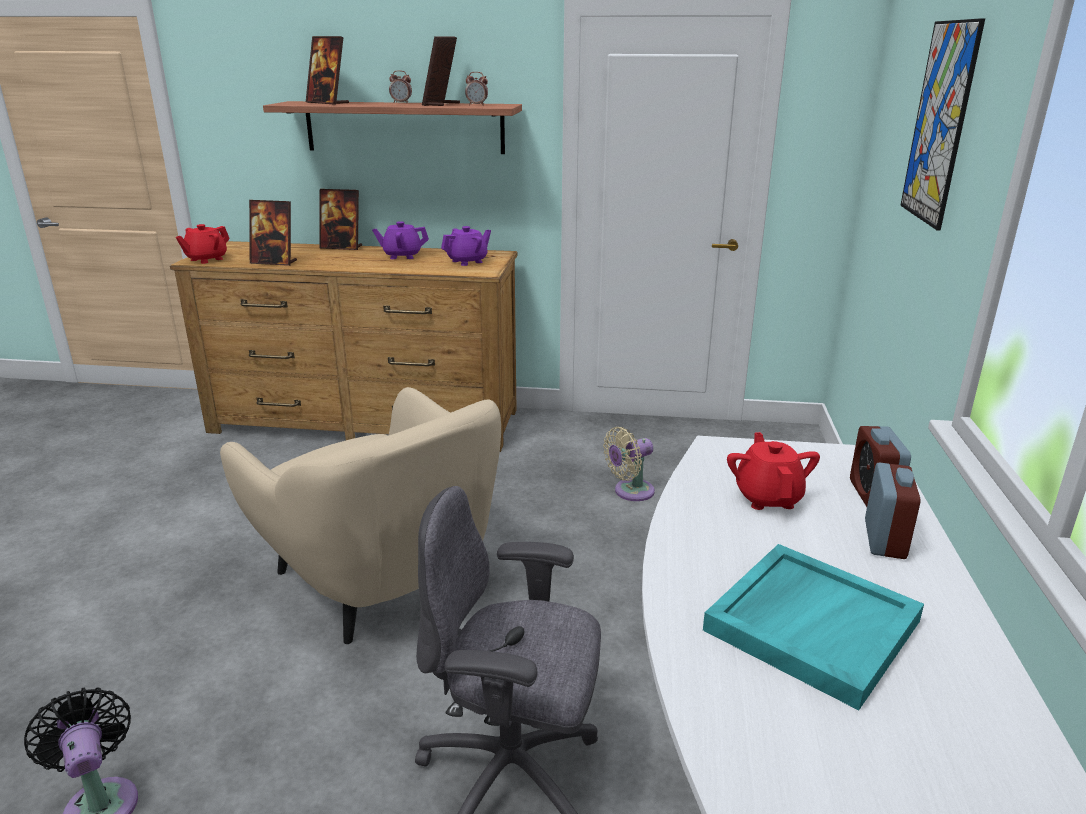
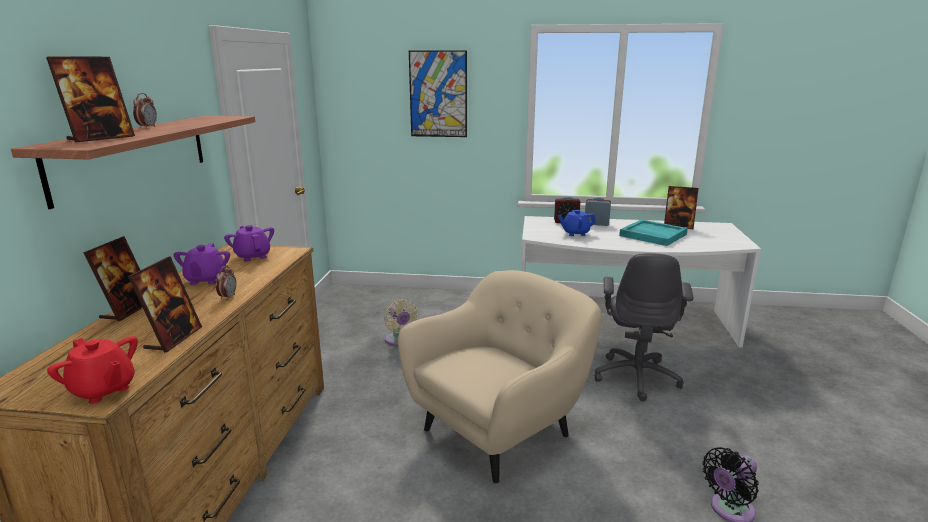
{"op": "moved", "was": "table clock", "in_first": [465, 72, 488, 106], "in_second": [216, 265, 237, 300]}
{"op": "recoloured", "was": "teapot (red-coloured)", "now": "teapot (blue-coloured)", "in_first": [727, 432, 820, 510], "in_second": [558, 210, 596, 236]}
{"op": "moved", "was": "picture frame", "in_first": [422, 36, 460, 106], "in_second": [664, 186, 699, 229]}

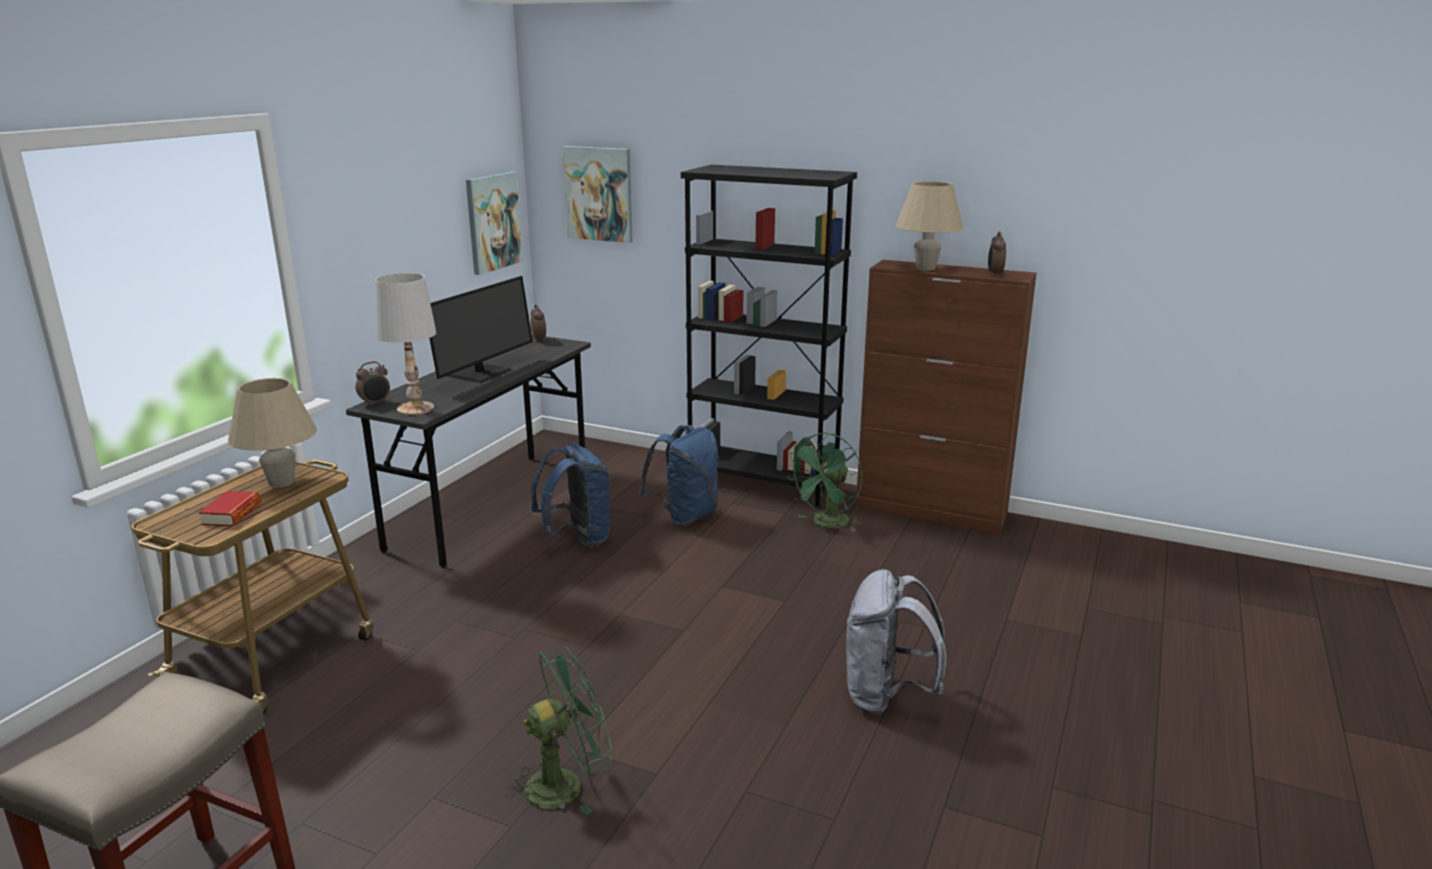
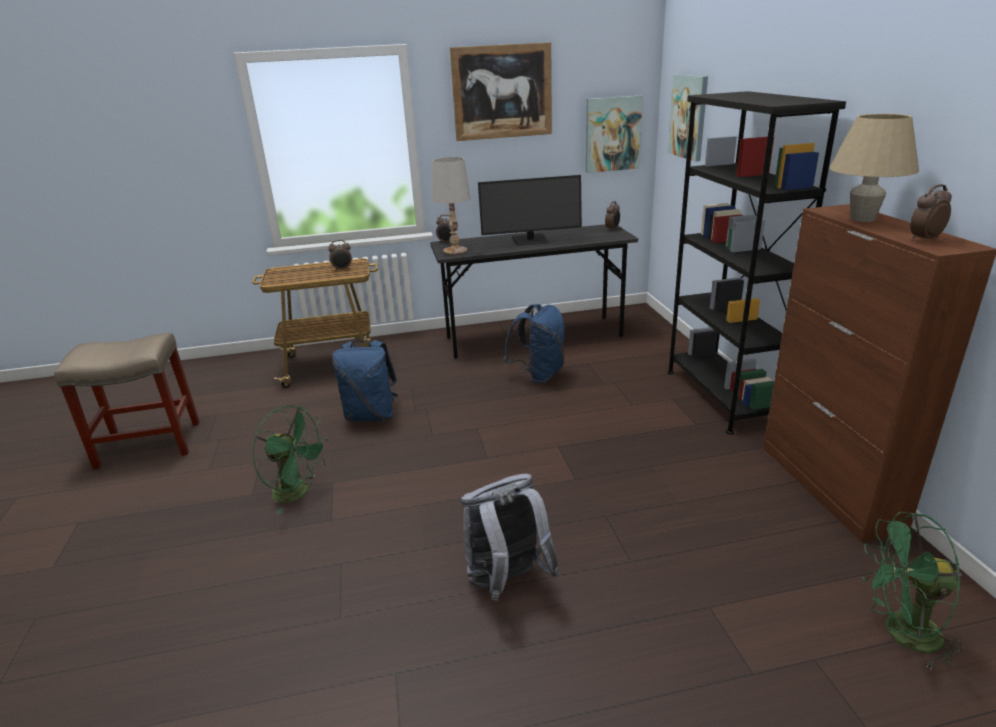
{"op": "replaced", "was": "lamp for a table (sand-coloured)", "now": "table clock", "in_first": [228, 378, 317, 488], "in_second": [329, 240, 352, 271]}
{"op": "moved", "was": "backpack (blue-coloured)", "in_first": [639, 425, 719, 527], "in_second": [332, 340, 398, 421]}
{"op": "added", "now": "wall art", "in_second": [450, 42, 552, 141]}
{"op": "moved", "was": "cooling fan (green-coloured)", "in_first": [786, 433, 862, 532], "in_second": [862, 512, 965, 671]}
{"op": "removed", "was": "volume", "in_first": [198, 491, 261, 527]}

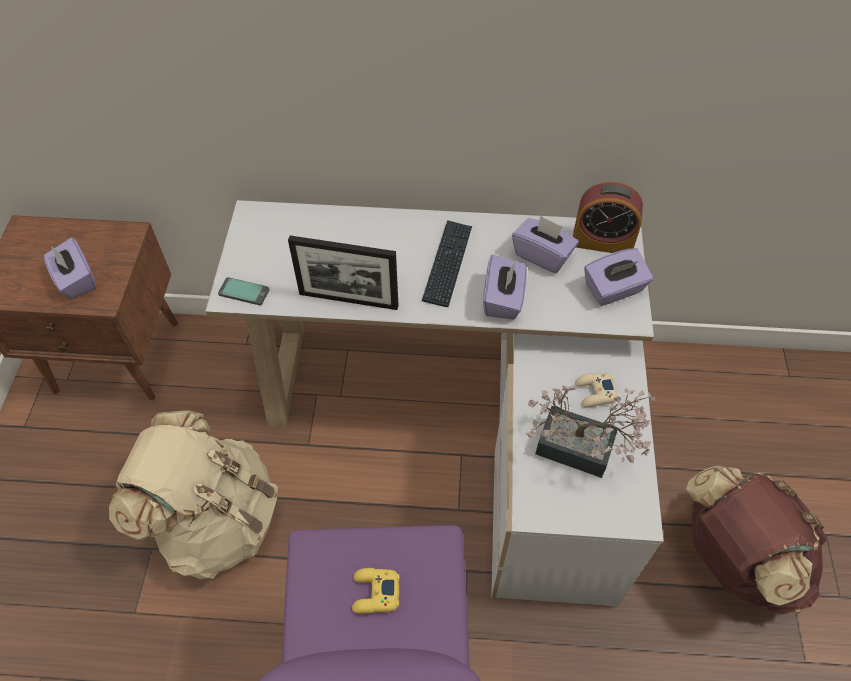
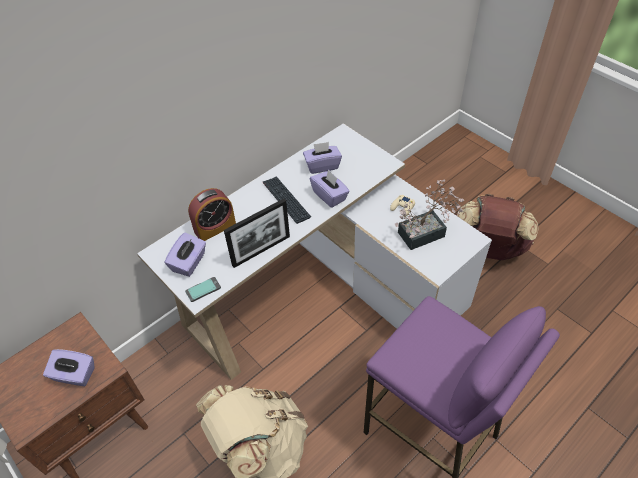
{"op": "moved", "was": "box of tissues (purple-coloured)", "in_first": [584, 248, 653, 306], "in_second": [165, 232, 206, 277]}
{"op": "moved", "was": "table clock", "in_first": [573, 182, 643, 253], "in_second": [188, 188, 236, 241]}
{"op": "removed", "was": "joypad (yellowish)", "in_first": [352, 568, 399, 614]}

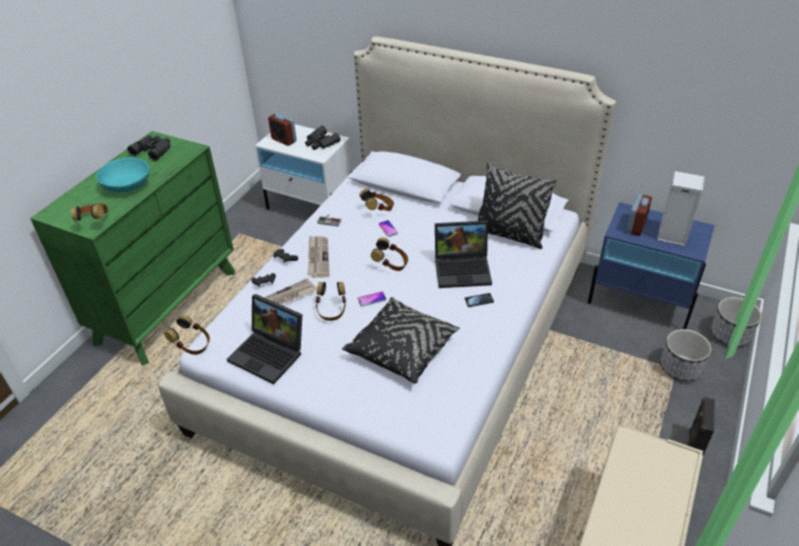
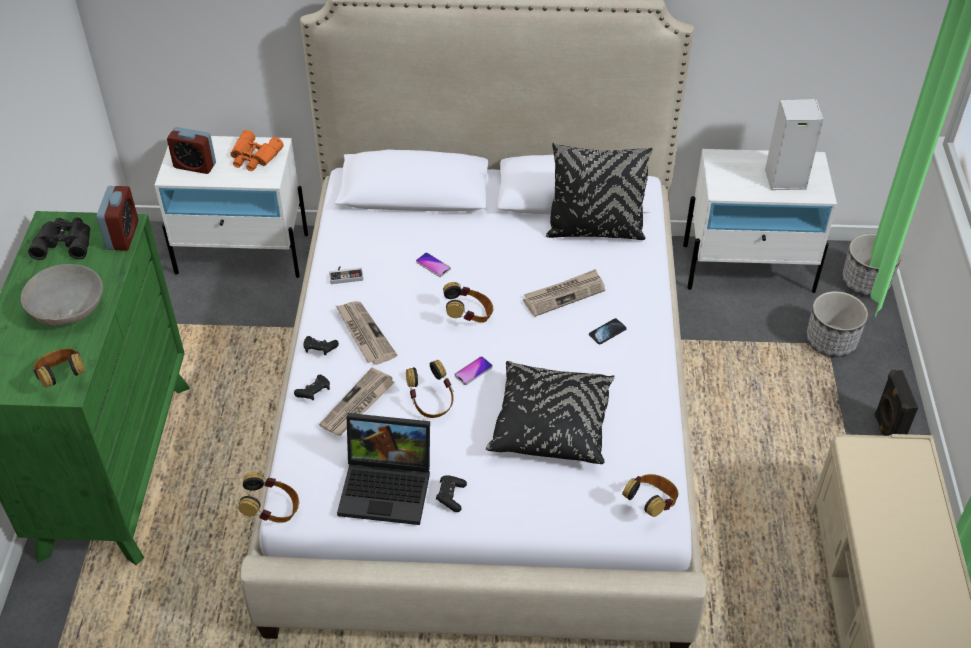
{"op": "recoloured", "was": "bowl (blue-green)", "now": "bowl (grey)", "in_first": [96, 157, 150, 192], "in_second": [21, 264, 103, 326]}
{"op": "moved", "was": "table clock", "in_first": [626, 194, 652, 236], "in_second": [97, 186, 138, 251]}
{"op": "recoloured", "was": "field glasses (black-coloured)", "now": "field glasses (orangey)", "in_first": [305, 126, 341, 150], "in_second": [230, 130, 284, 171]}
{"op": "added", "now": "joypad (black-coloured)", "in_second": [436, 475, 467, 512]}
{"op": "replaced", "was": "notebook computer", "now": "printed paper", "in_first": [435, 221, 492, 288], "in_second": [523, 269, 605, 317]}
{"op": "moved", "was": "headphones", "in_first": [360, 189, 394, 211], "in_second": [622, 474, 679, 517]}
{"op": "recoloured", "was": "night table (blue-coloured)", "now": "night table (whitish)", "in_first": [588, 202, 715, 329], "in_second": [683, 149, 837, 293]}

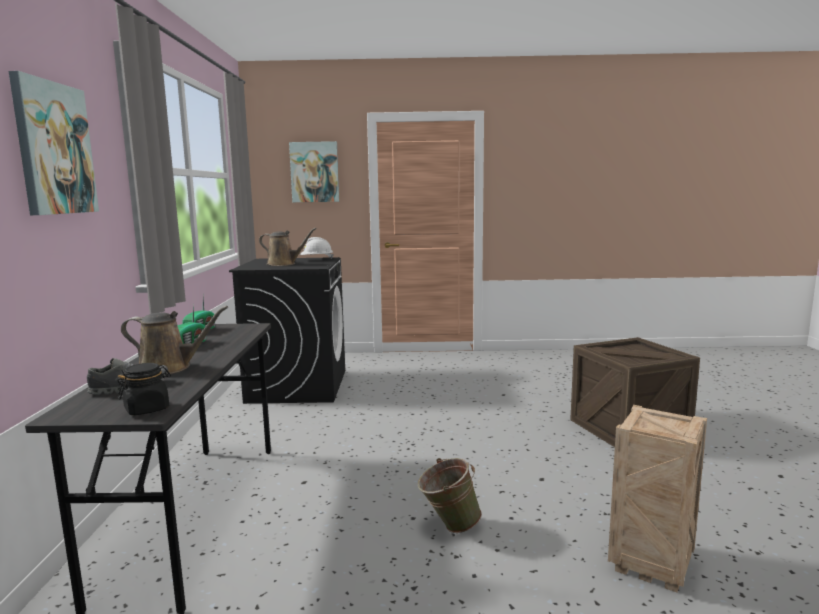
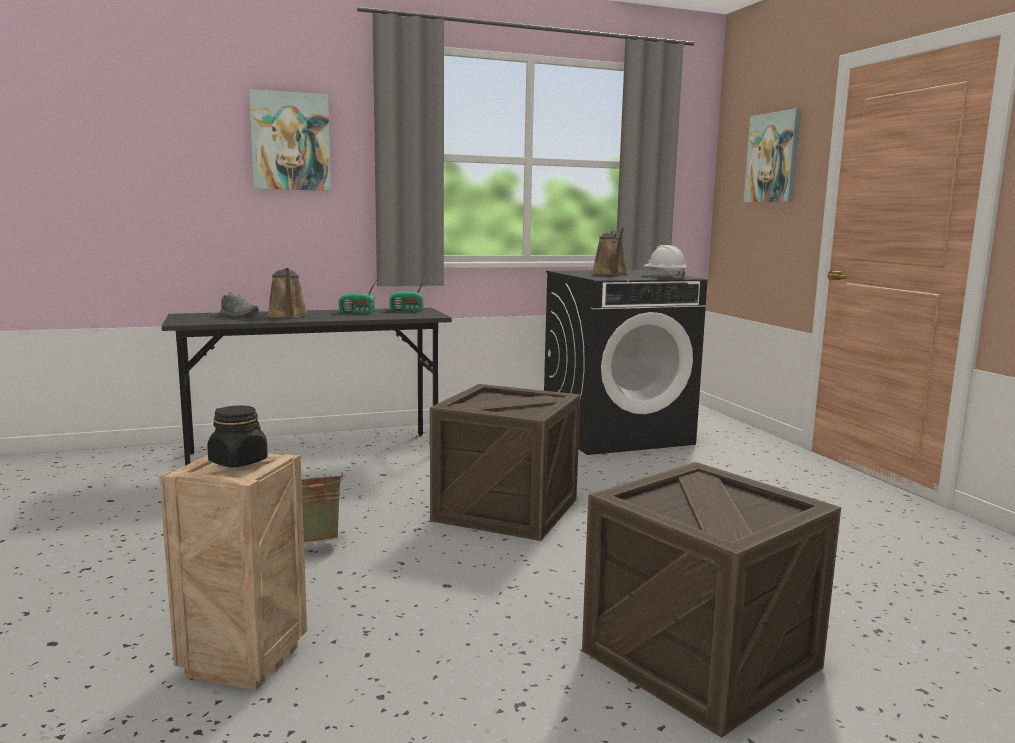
{"op": "moved", "was": "jar (black-coloured)", "in_first": [118, 363, 171, 415], "in_second": [207, 406, 268, 467]}
{"op": "added", "now": "crate", "in_second": [430, 384, 580, 541]}

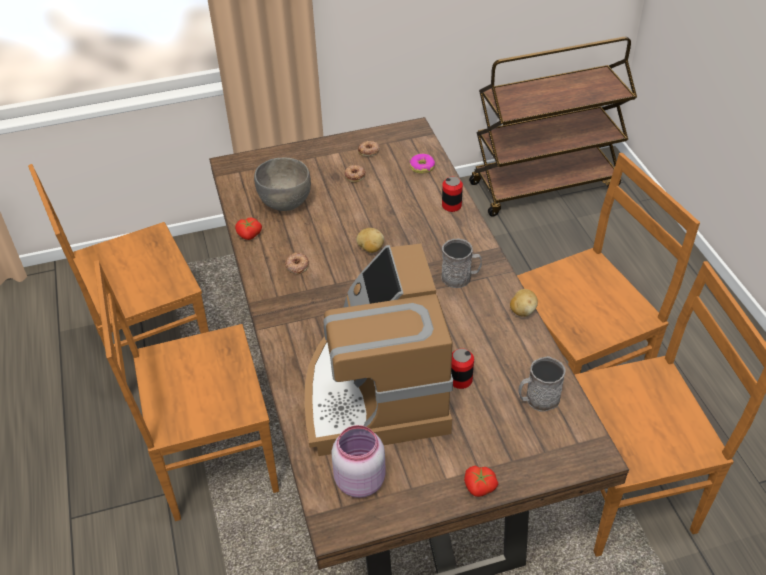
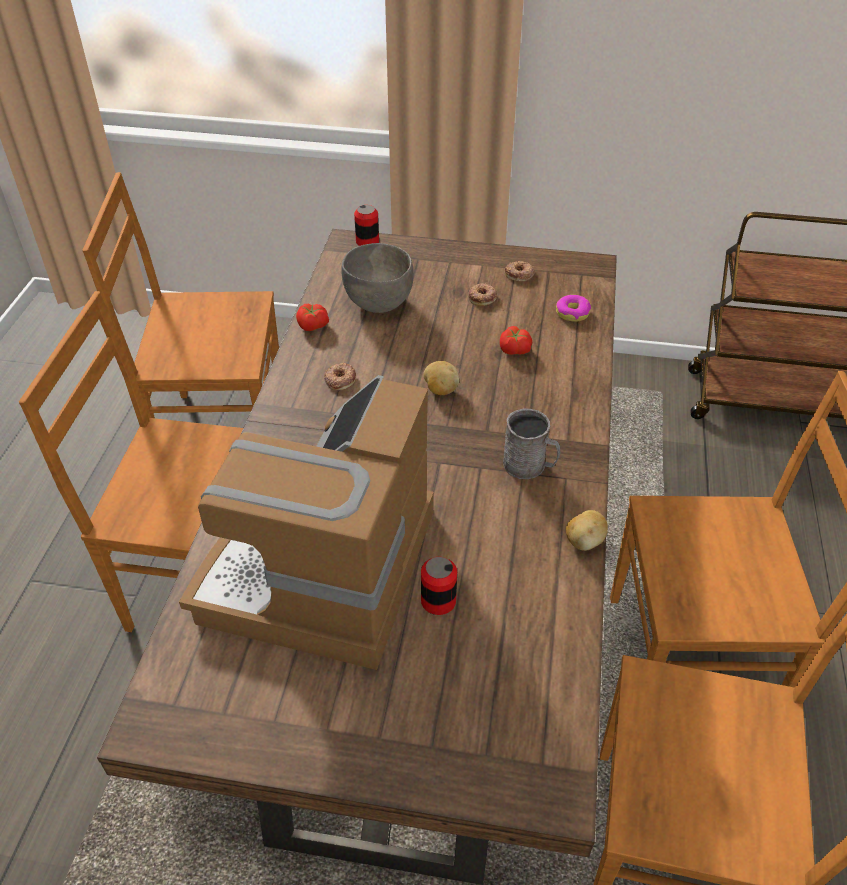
{"op": "moved", "was": "can", "in_first": [442, 177, 463, 212], "in_second": [354, 205, 379, 246]}
{"op": "moved", "was": "fresh tomato", "in_first": [464, 466, 498, 497], "in_second": [500, 326, 532, 355]}
{"op": "removed", "was": "jar (pink)", "in_first": [331, 425, 386, 498]}
{"op": "removed", "was": "tea mug (grey)", "in_first": [518, 356, 566, 412]}

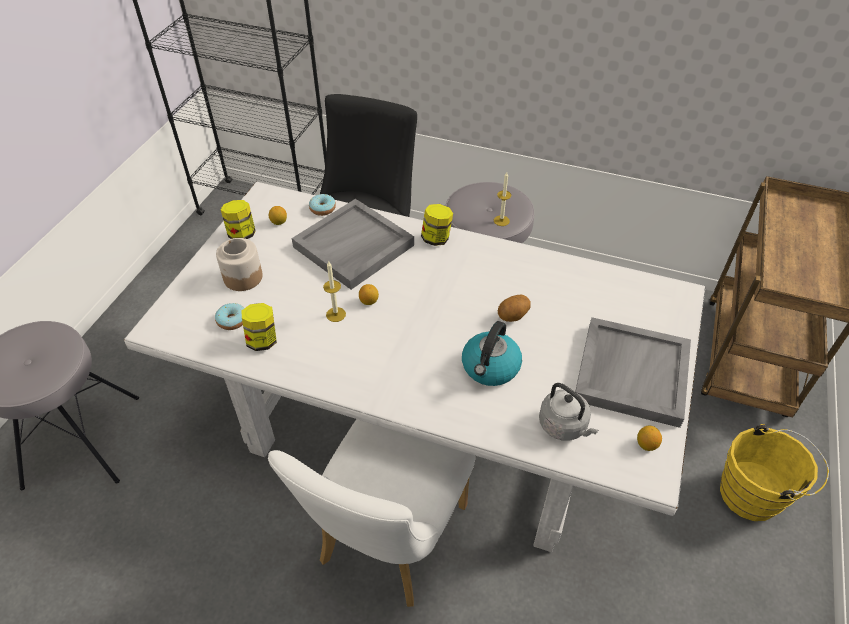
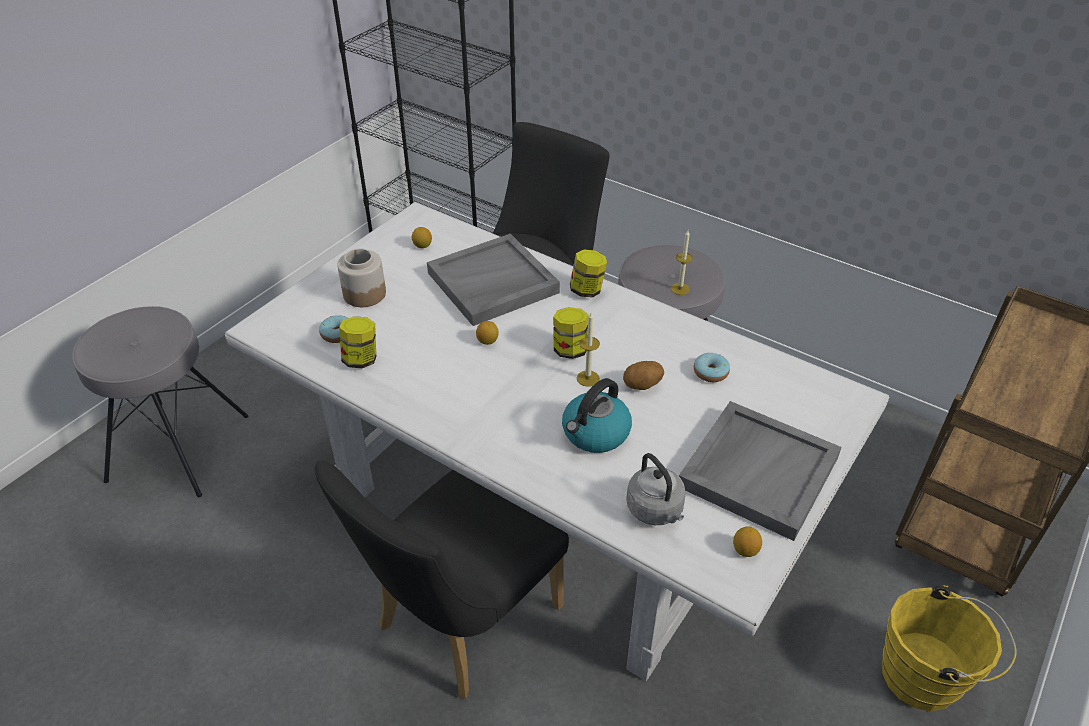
{"op": "recoloured", "was": "upright chair (whitish)", "now": "upright chair (black-coloured)", "in_first": [268, 419, 475, 607], "in_second": [314, 461, 569, 699]}
{"op": "moved", "was": "jar", "in_first": [221, 200, 256, 239], "in_second": [553, 307, 589, 359]}
{"op": "moved", "was": "wax light", "in_first": [323, 261, 346, 322], "in_second": [577, 313, 600, 387]}
{"op": "moved", "was": "doughnut", "in_first": [309, 194, 336, 216], "in_second": [694, 353, 730, 382]}

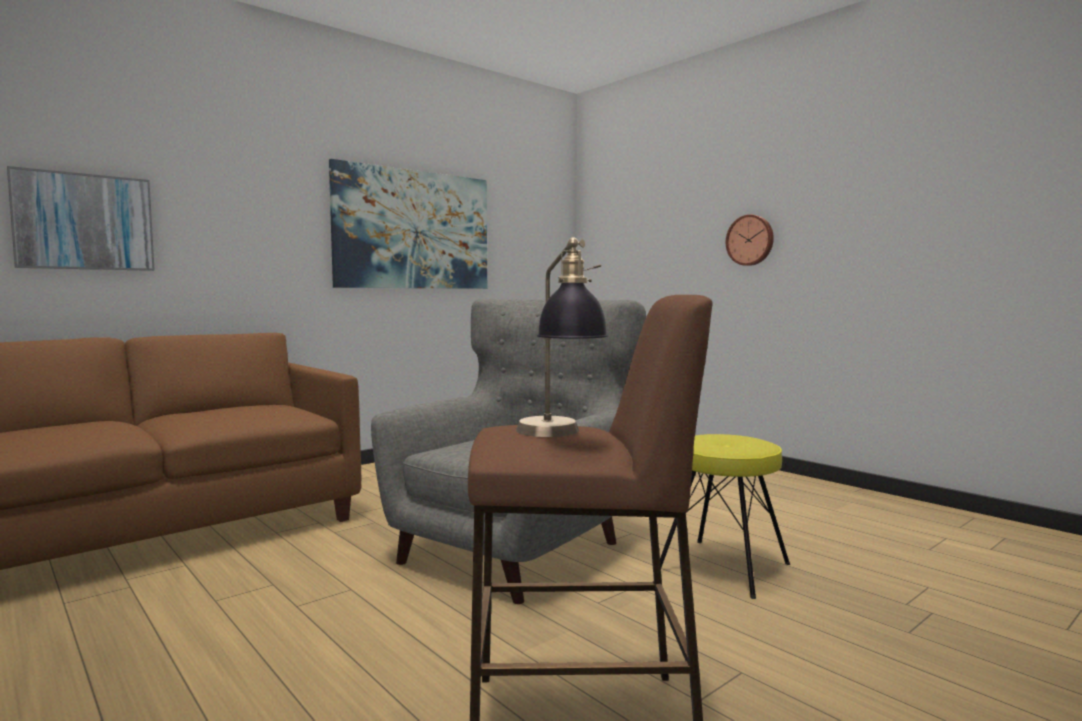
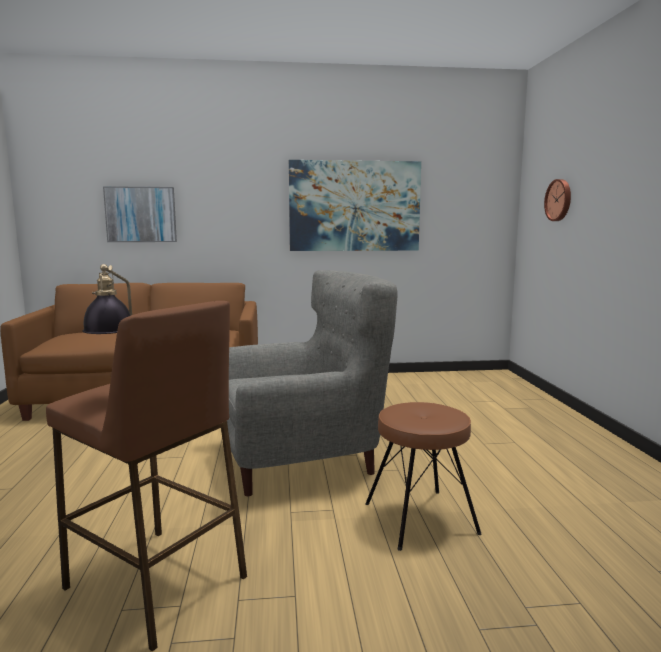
{"op": "recoloured", "was": "sitting stool (yellowish)", "now": "sitting stool (brown)", "in_first": [660, 434, 790, 599], "in_second": [365, 402, 482, 551]}
{"op": "moved", "was": "hanging clock", "in_first": [726, 215, 774, 266], "in_second": [544, 179, 571, 221]}

